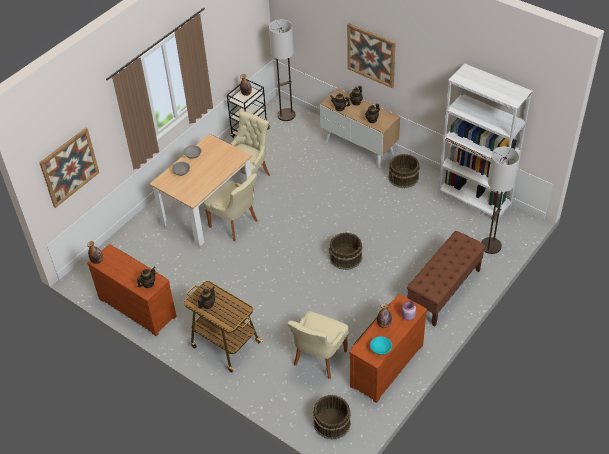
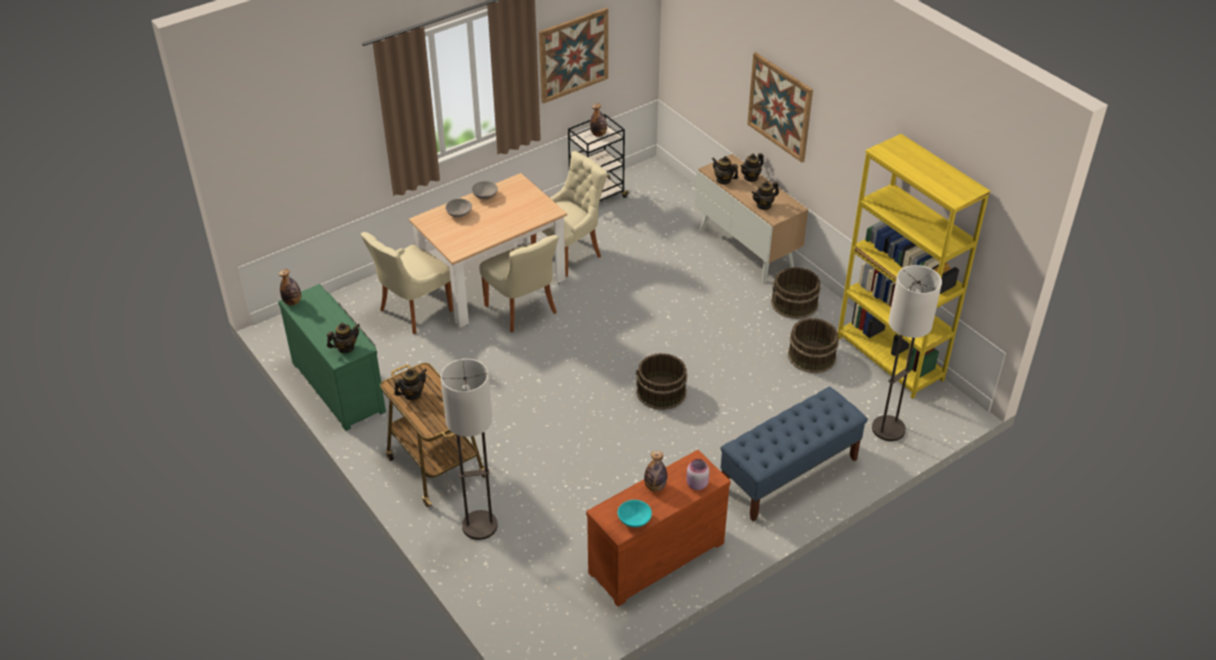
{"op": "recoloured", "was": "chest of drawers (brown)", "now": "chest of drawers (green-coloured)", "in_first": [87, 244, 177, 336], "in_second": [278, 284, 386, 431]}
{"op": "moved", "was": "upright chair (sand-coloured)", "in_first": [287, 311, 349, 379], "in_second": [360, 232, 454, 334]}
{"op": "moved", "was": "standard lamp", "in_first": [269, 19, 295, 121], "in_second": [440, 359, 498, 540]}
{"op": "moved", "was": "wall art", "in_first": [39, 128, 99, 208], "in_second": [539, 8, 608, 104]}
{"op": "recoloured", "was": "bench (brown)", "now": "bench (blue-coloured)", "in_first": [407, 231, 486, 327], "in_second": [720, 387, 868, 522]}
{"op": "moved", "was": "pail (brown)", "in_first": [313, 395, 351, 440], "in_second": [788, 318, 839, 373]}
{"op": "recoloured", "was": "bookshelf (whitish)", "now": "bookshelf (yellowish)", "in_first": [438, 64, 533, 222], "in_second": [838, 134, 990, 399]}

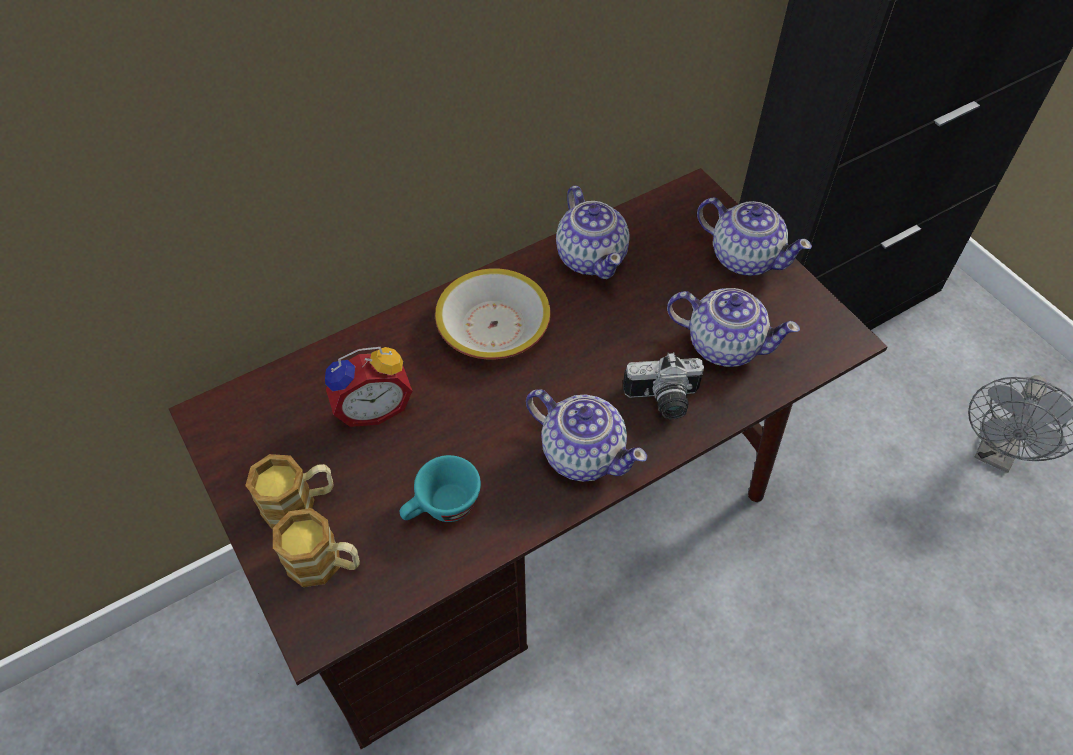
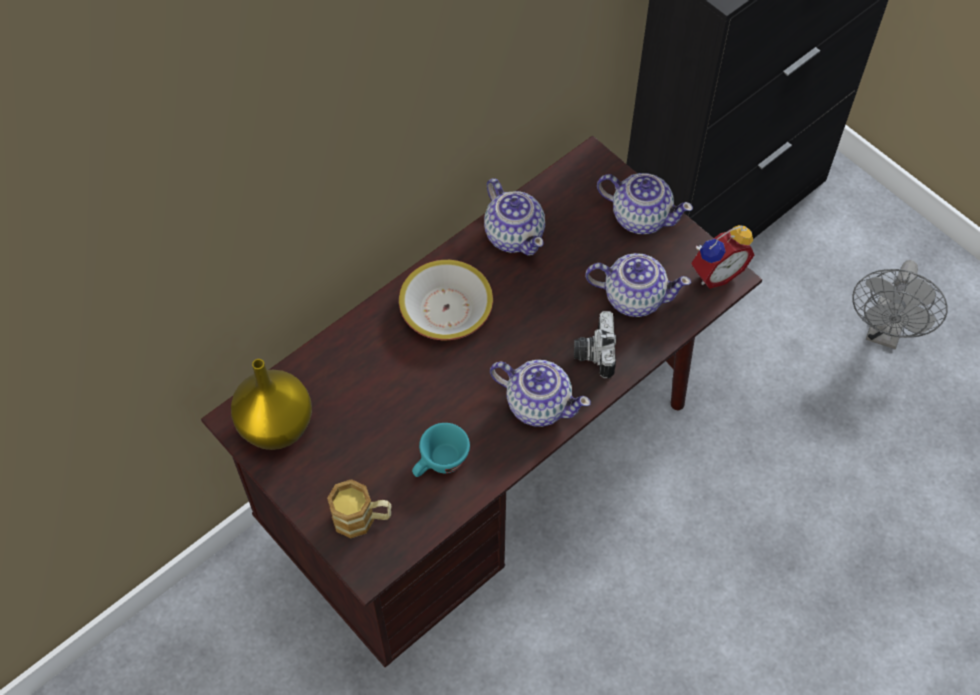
{"op": "added", "now": "decorative vase (yellowish)", "in_second": [231, 359, 312, 450]}
{"op": "turned", "was": "photo camera", "in_first": [623, 352, 704, 419], "in_second": [574, 311, 616, 378], "clockwise": 105}
{"op": "moved", "was": "table clock", "in_first": [325, 347, 412, 427], "in_second": [691, 225, 754, 289]}
{"op": "removed", "was": "tea mug", "in_first": [245, 454, 334, 529]}

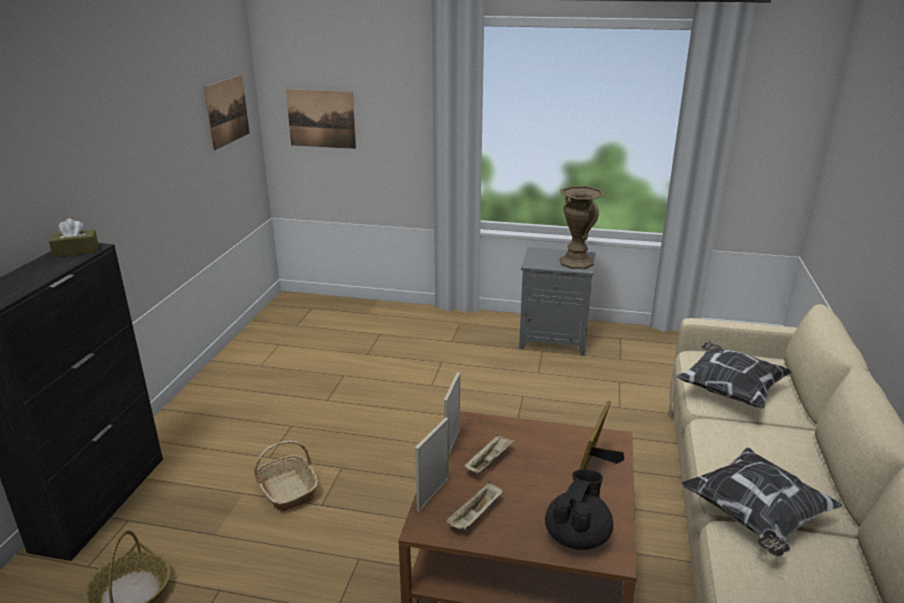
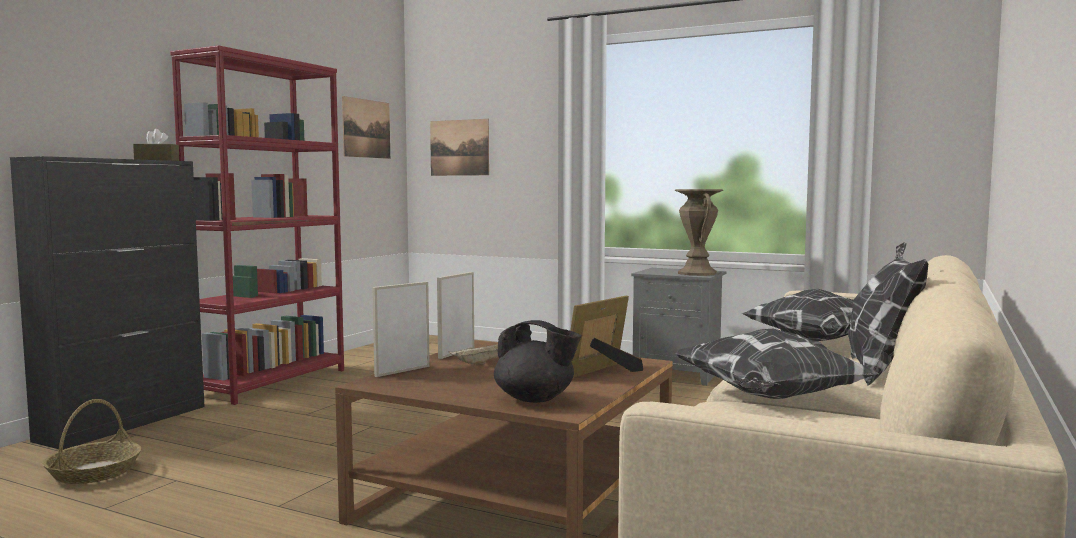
{"op": "added", "now": "bookshelf (red-coloured)", "in_second": [170, 45, 344, 405]}
{"op": "turned", "was": "teapot (black-coloured)", "in_first": [545, 469, 613, 550], "in_second": [494, 320, 581, 403], "clockwise": 75}
{"op": "added", "now": "throw pillow", "in_second": [848, 242, 928, 386]}
{"op": "removed", "was": "storage basket", "in_first": [254, 440, 318, 512]}
{"op": "removed", "was": "tray (sand-coloured)", "in_first": [446, 482, 503, 530]}

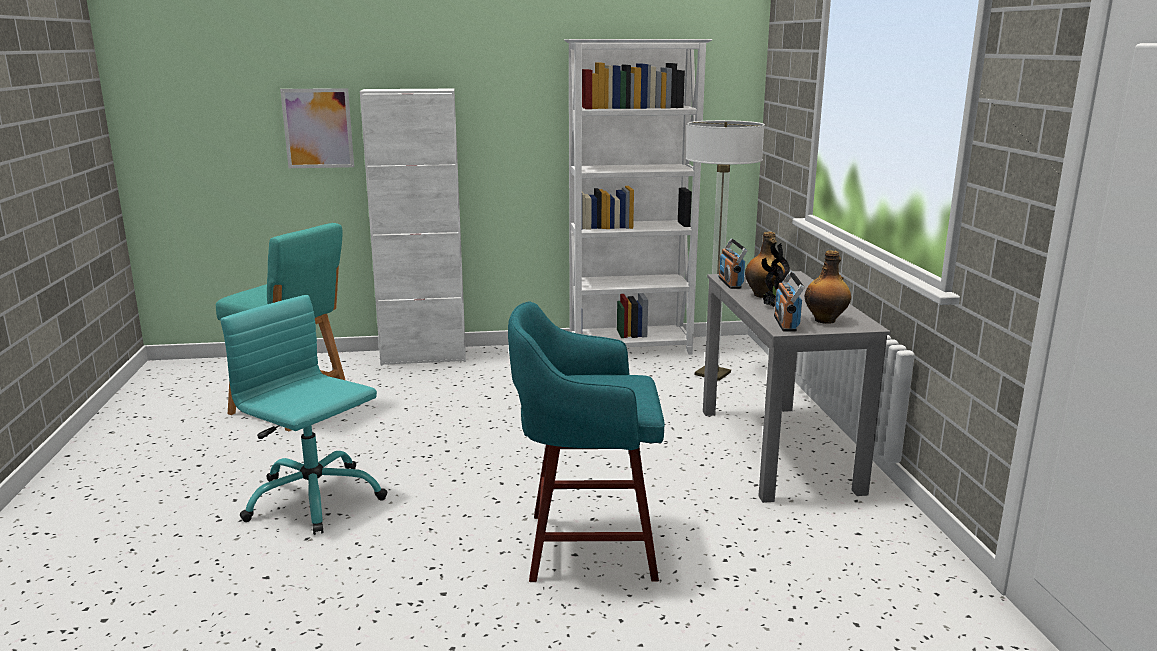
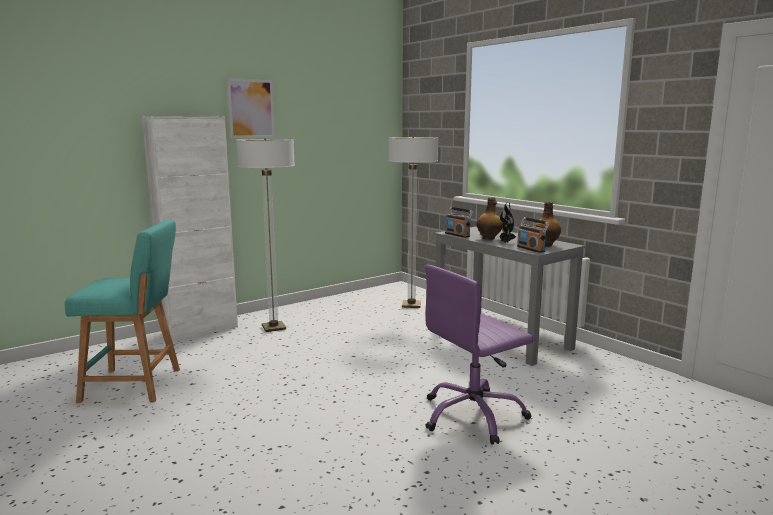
{"op": "moved", "was": "wall art", "in_first": [280, 88, 354, 168], "in_second": [227, 78, 275, 138]}
{"op": "added", "now": "standard lamp", "in_second": [236, 138, 295, 332]}
{"op": "replaced", "was": "sitting stool (blue-green)", "now": "desk chair (purple-coloured)", "in_first": [508, 301, 665, 582], "in_second": [425, 265, 534, 444]}
{"op": "removed", "was": "desk chair (blue-green)", "in_first": [221, 295, 388, 535]}
{"op": "removed", "was": "bookshelf (whitish)", "in_first": [564, 39, 712, 355]}

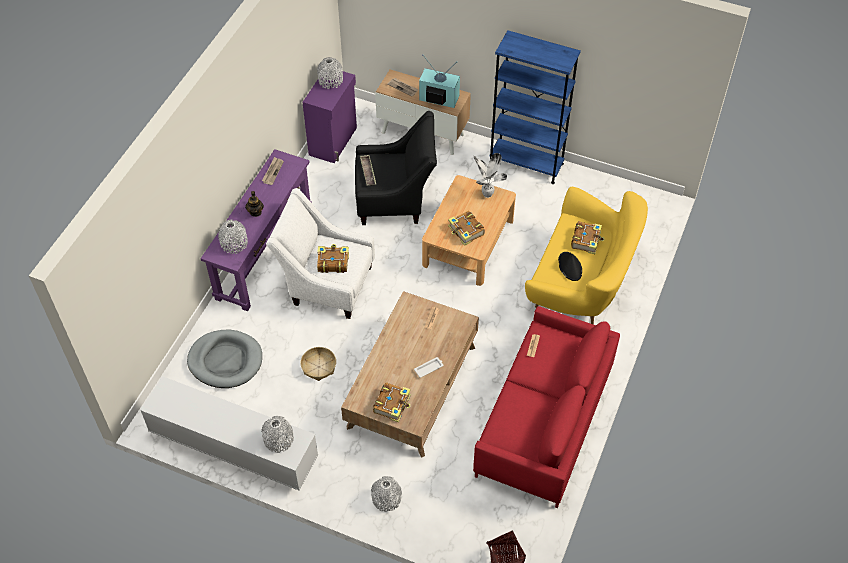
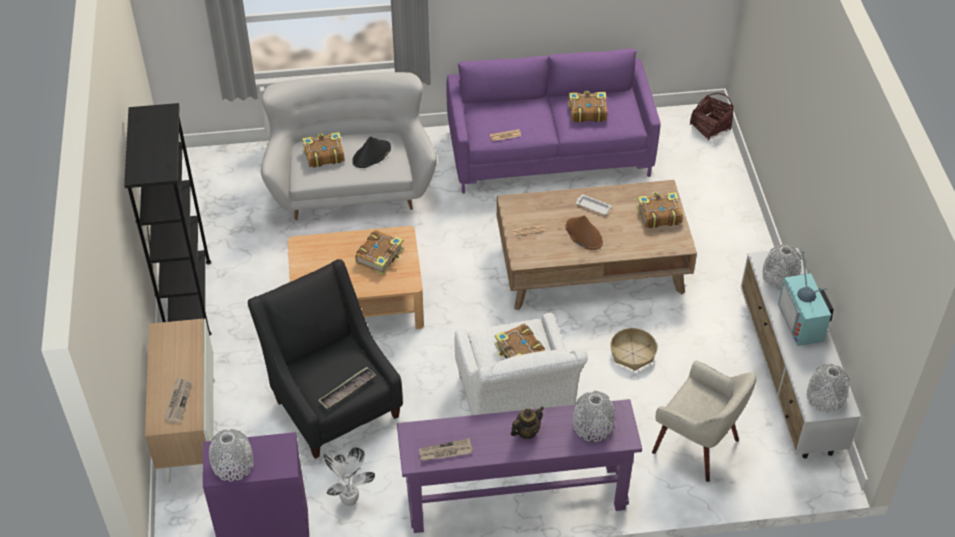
{"op": "recoloured", "was": "bookshelf (blue-coloured)", "now": "bookshelf (black-coloured)", "in_first": [490, 30, 581, 184], "in_second": [124, 103, 211, 336]}
{"op": "recoloured", "was": "couch (yellowish)", "now": "couch (whitish)", "in_first": [525, 187, 648, 325], "in_second": [261, 72, 437, 220]}
{"op": "moved", "was": "potted plant", "in_first": [473, 153, 507, 198], "in_second": [324, 447, 375, 506]}
{"op": "recoloured", "was": "couch (red-coloured)", "now": "couch (purple-coloured)", "in_first": [473, 306, 620, 508], "in_second": [446, 49, 661, 194]}
{"op": "added", "now": "hat (brown)", "in_second": [565, 215, 603, 250]}
{"op": "added", "now": "volume", "in_second": [568, 91, 607, 122]}
{"op": "replaced", "was": "dog bed (grey)", "now": "armchair (sand-coloured)", "in_first": [187, 330, 262, 388], "in_second": [652, 360, 756, 482]}
{"op": "moved", "was": "television", "in_first": [419, 54, 460, 108], "in_second": [778, 250, 834, 346]}
{"op": "moved", "was": "decorative vase (grey)", "in_first": [371, 476, 402, 512], "in_second": [807, 364, 850, 413]}

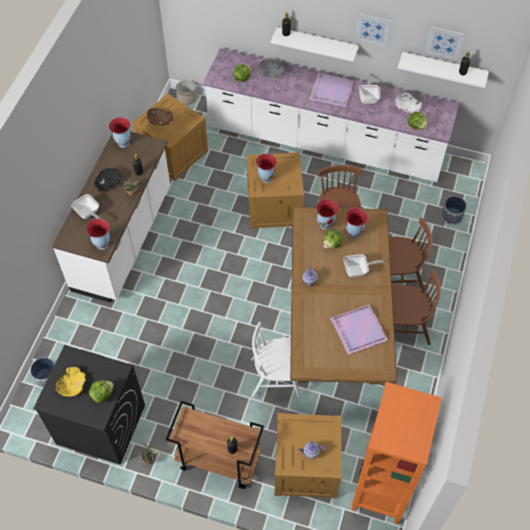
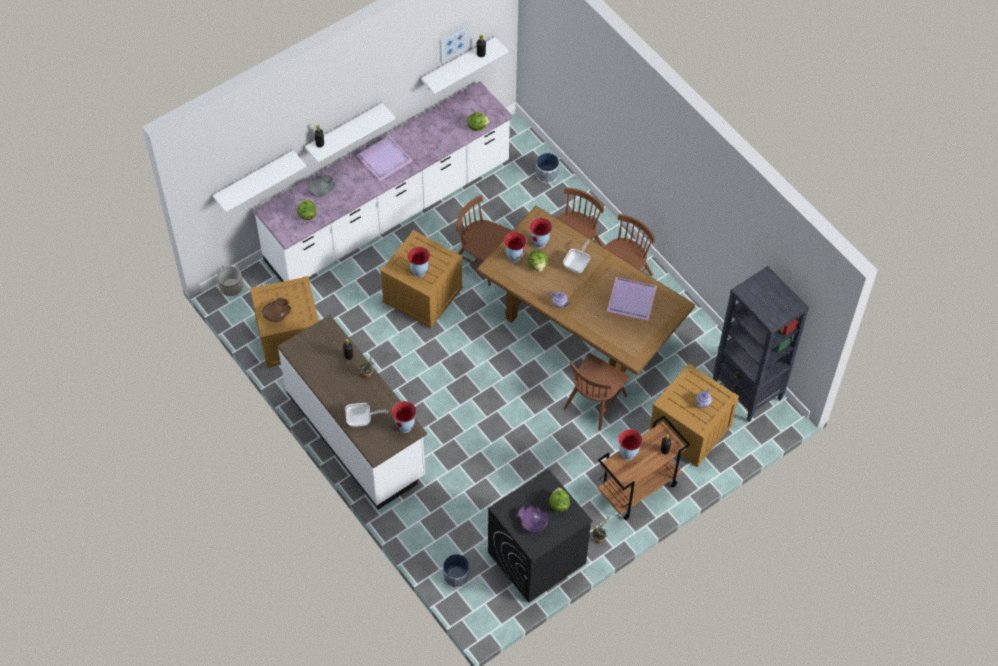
{"op": "added", "now": "wall shelf (whitish)", "in_second": [213, 150, 306, 212]}
{"op": "recoloured", "was": "bowl (yellowish)", "now": "bowl (purple-coloured)", "in_first": [56, 367, 86, 397], "in_second": [517, 505, 548, 533]}
{"op": "recoloured", "was": "upright chair (whitish)", "now": "upright chair (brown)", "in_first": [251, 322, 300, 398], "in_second": [564, 353, 629, 430]}
{"op": "moved", "was": "decorative vase", "in_first": [109, 117, 131, 148], "in_second": [618, 429, 643, 460]}
{"op": "recoloured", "was": "bookshelf (orangey)", "now": "bookshelf (black-coloured)", "in_first": [351, 382, 442, 524], "in_second": [713, 266, 809, 422]}
{"op": "removed", "was": "bowl (black-coloured)", "in_first": [94, 168, 121, 192]}
{"op": "removed", "was": "wall art", "in_first": [355, 13, 391, 47]}
{"op": "removed", "was": "pan", "in_first": [359, 74, 380, 104]}
{"op": "removed", "was": "bowl (whitish)", "in_first": [396, 92, 422, 113]}

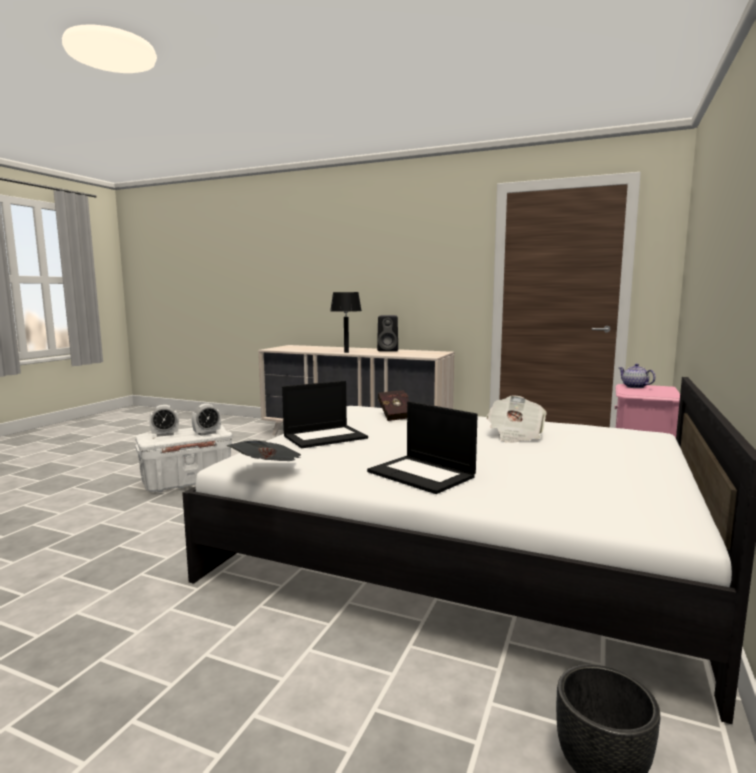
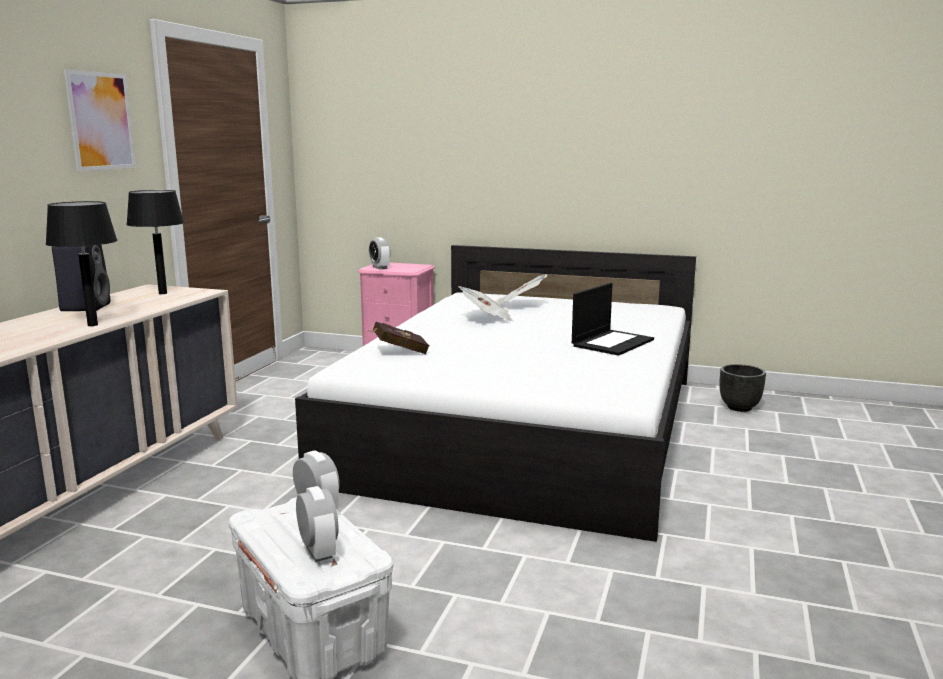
{"op": "added", "now": "wall art", "in_second": [64, 69, 136, 171]}
{"op": "added", "now": "lamp for a table (black-coloured)", "in_second": [126, 190, 184, 294]}
{"op": "replaced", "was": "teapot", "now": "table clock", "in_first": [619, 364, 656, 388], "in_second": [369, 237, 390, 269]}
{"op": "moved", "was": "printed paper", "in_first": [227, 441, 301, 461], "in_second": [495, 274, 547, 305]}
{"op": "removed", "was": "notebook computer", "in_first": [282, 381, 368, 448]}

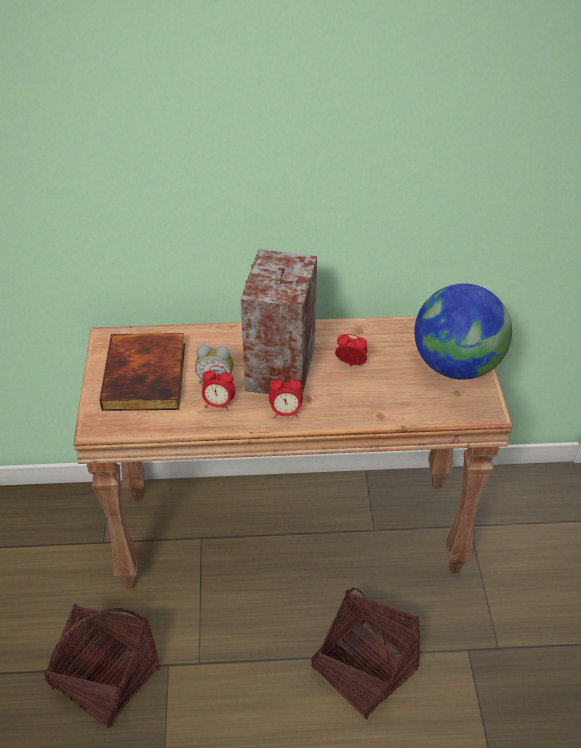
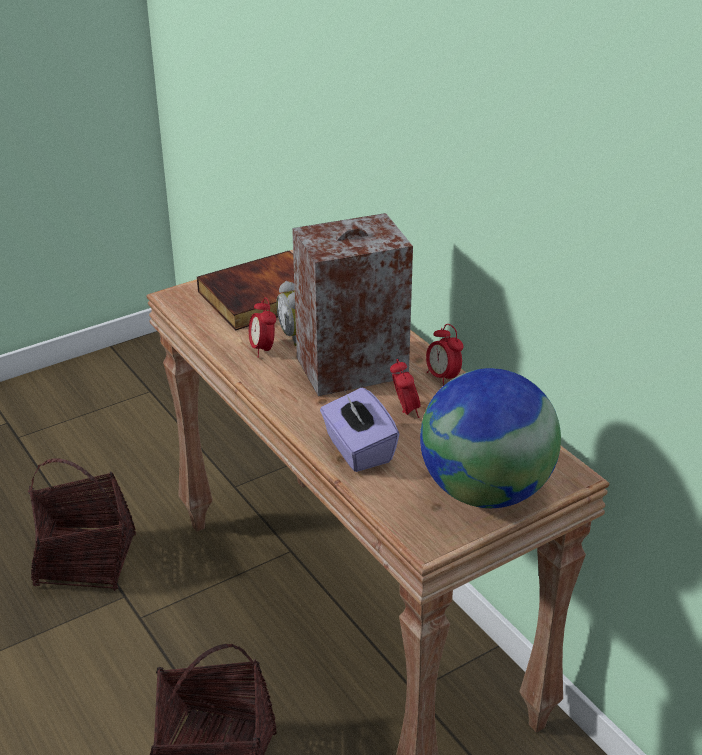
{"op": "added", "now": "box of tissues (purple-coloured)", "in_second": [320, 387, 400, 472]}
{"op": "moved", "was": "table clock", "in_first": [269, 374, 303, 419], "in_second": [426, 324, 464, 386]}

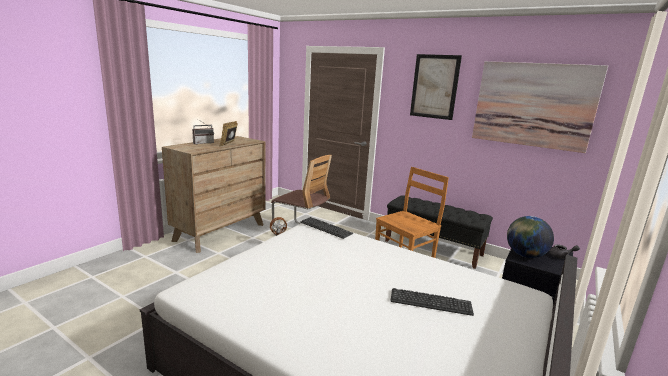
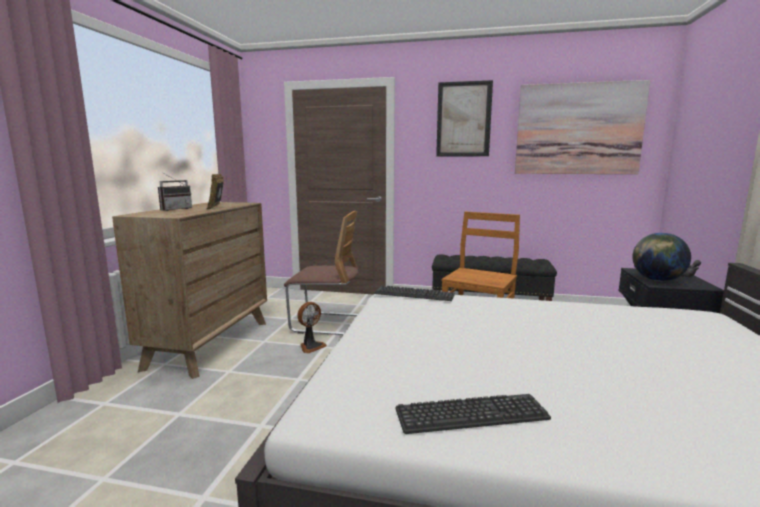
{"op": "moved", "was": "computer keyboard", "in_first": [391, 288, 474, 316], "in_second": [395, 394, 551, 434]}

